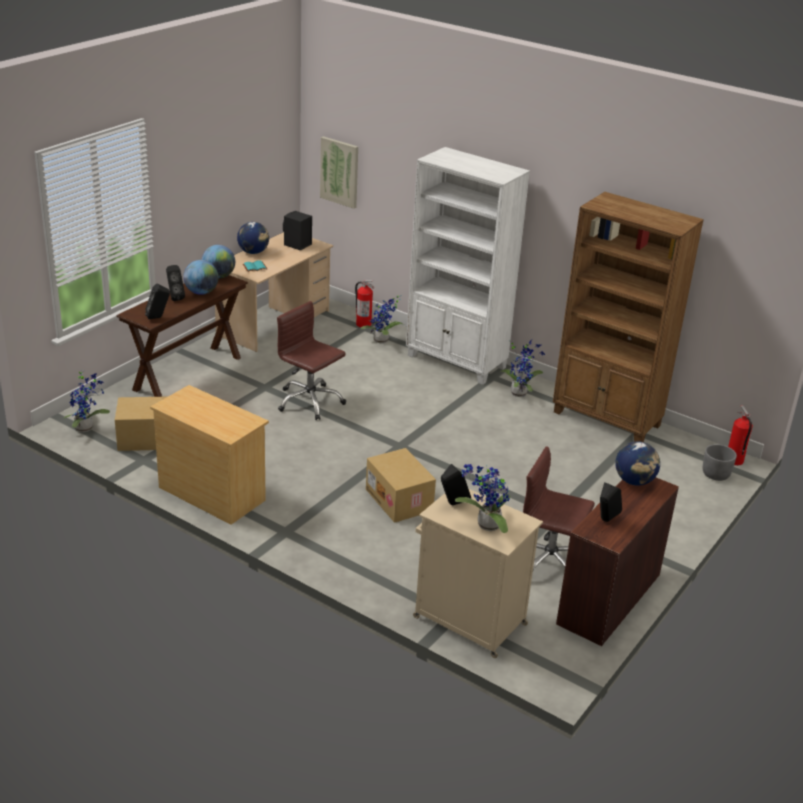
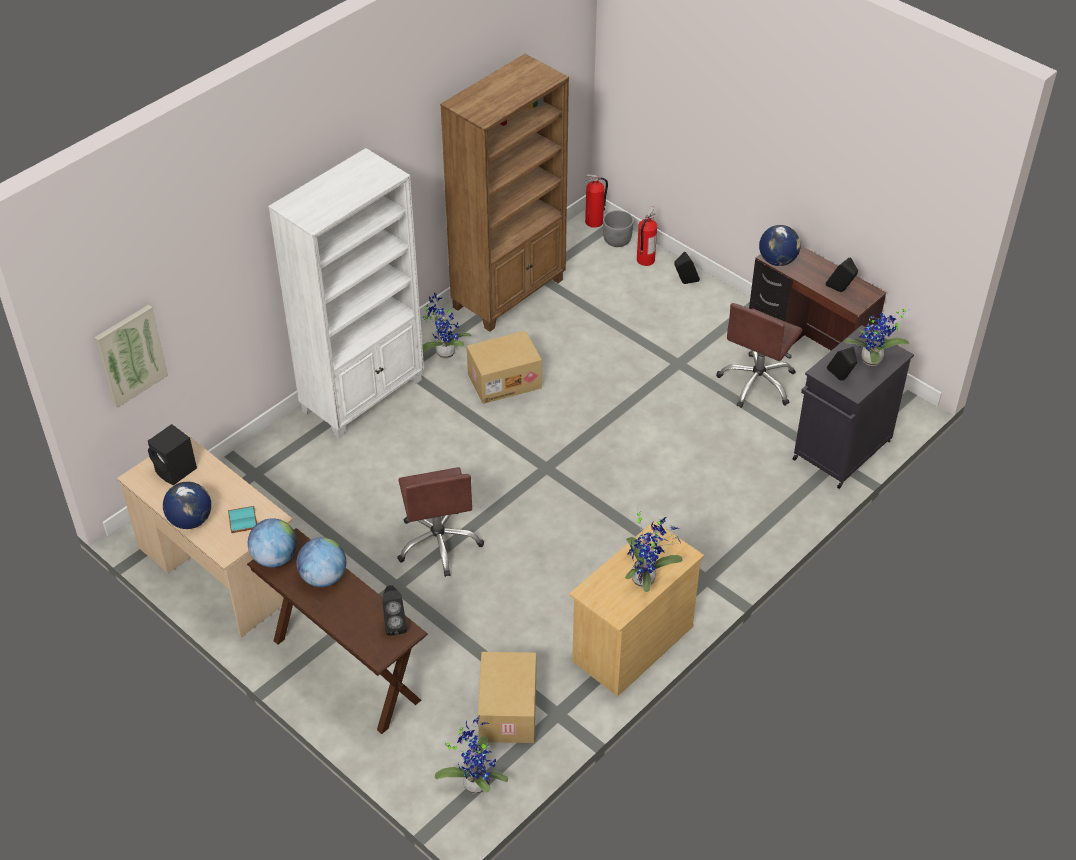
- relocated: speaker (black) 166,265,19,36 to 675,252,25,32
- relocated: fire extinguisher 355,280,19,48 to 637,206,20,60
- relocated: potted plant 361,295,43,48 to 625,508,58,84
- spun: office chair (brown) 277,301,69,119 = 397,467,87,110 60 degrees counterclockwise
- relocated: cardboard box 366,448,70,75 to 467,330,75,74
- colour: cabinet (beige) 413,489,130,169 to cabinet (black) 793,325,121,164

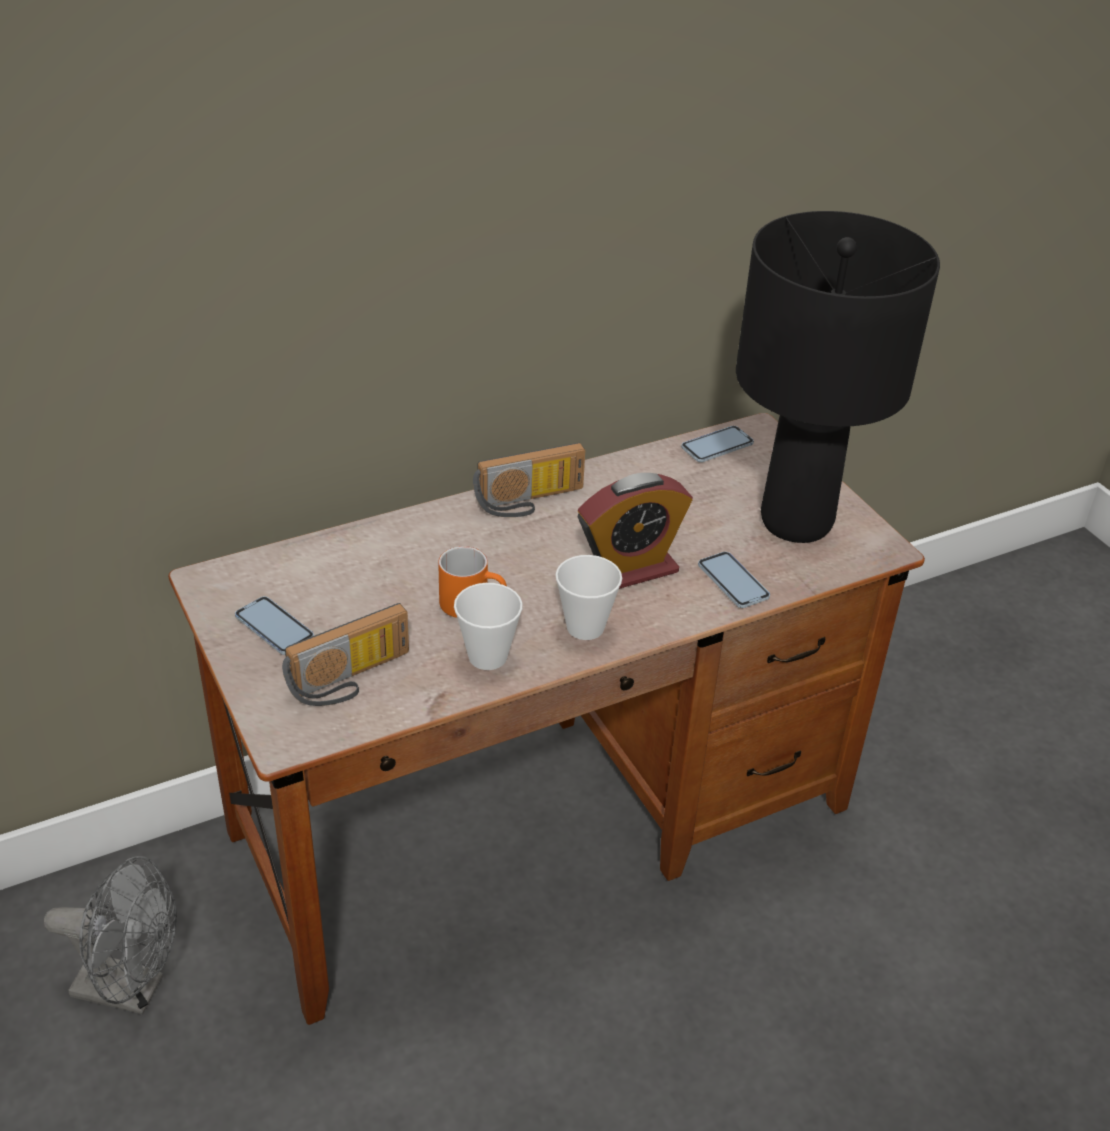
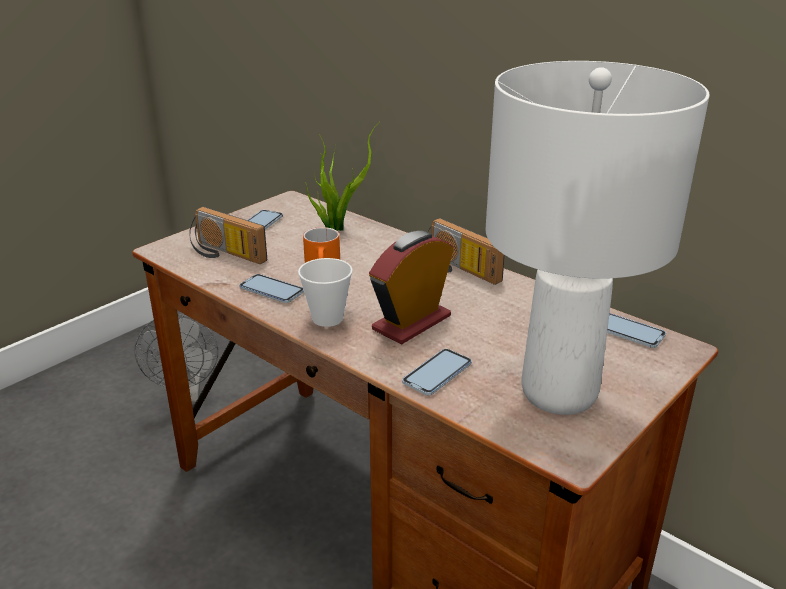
- colour: table lamp (black) 736,211,204,332 to table lamp (white) 485,61,225,354
- spun: alarm clock 578,473,115,116 = 369,231,85,114 90 degrees clockwise
- exchanged: cup 454,583,69,87 to phone 239,274,65,29
- appeared: potted plant 305,124,73,107

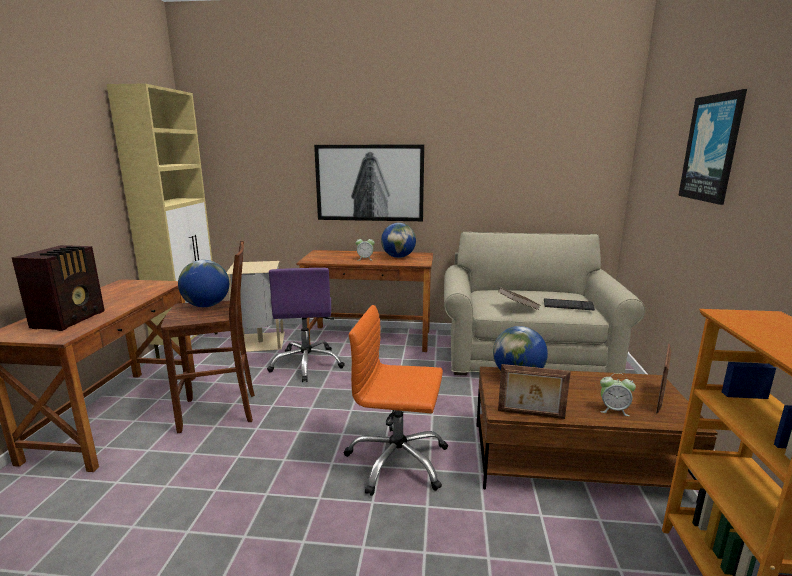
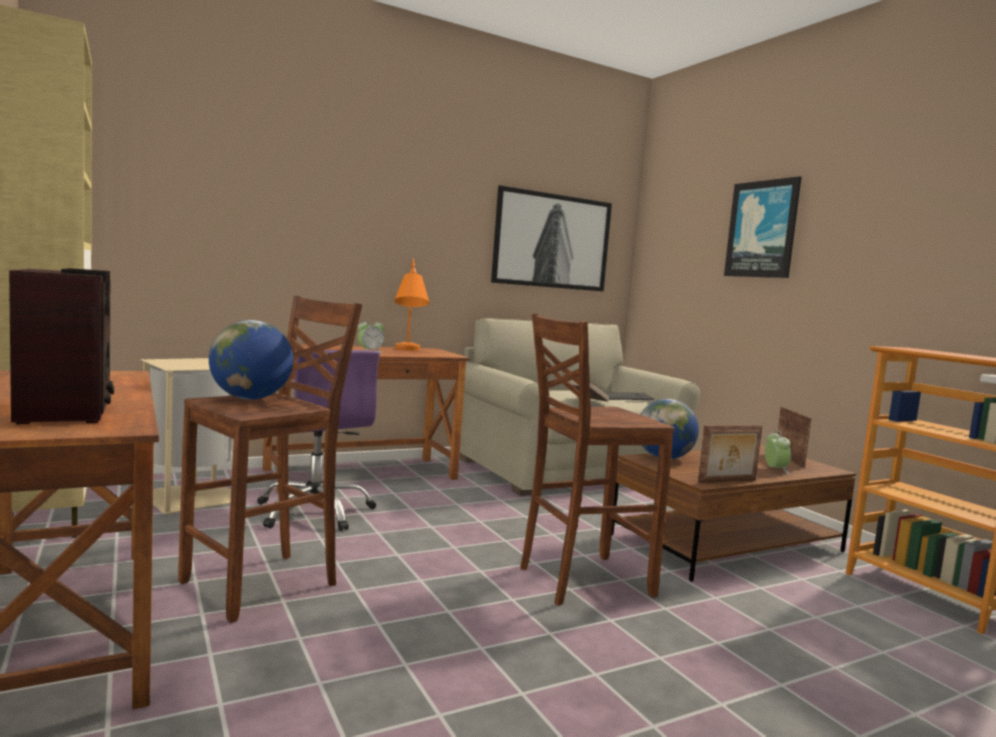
- relocated: picture 314,145,110,76 to 491,185,121,106
- exchanged: globe 381,223,35,35 to table lamp (orange) 394,259,35,92
- exchanged: office chair (orange) 344,305,104,191 to stool (brown) 520,314,154,292
- spun: alarm clock 600,373,36,43 = 765,430,26,45 75 degrees counterclockwise

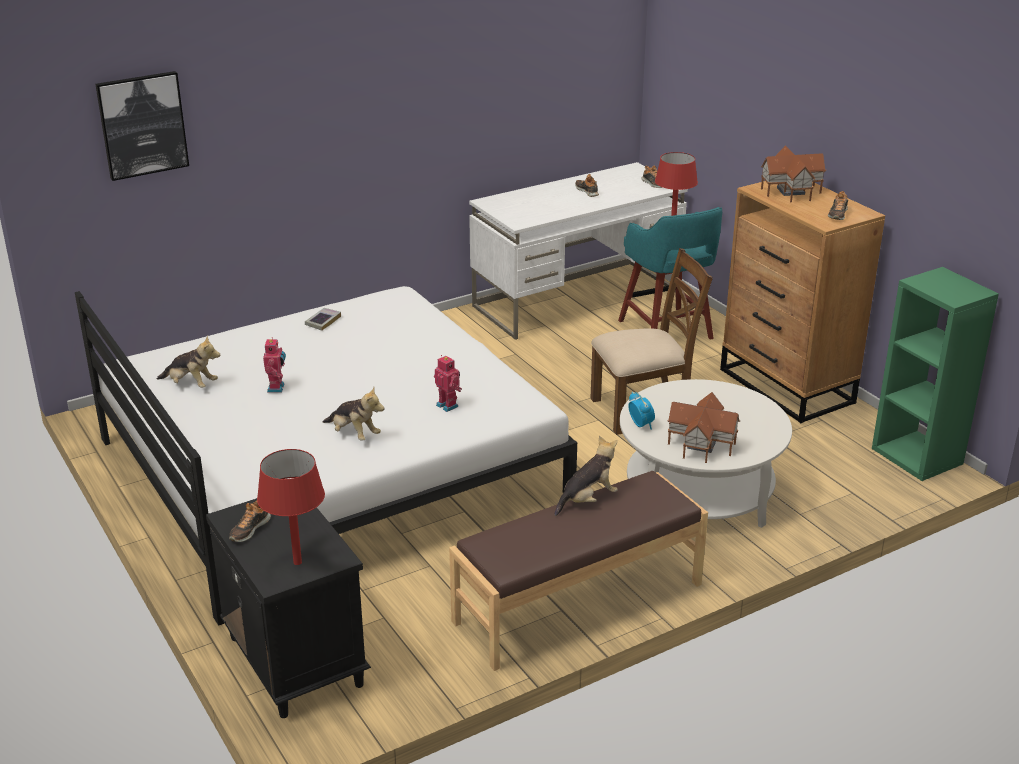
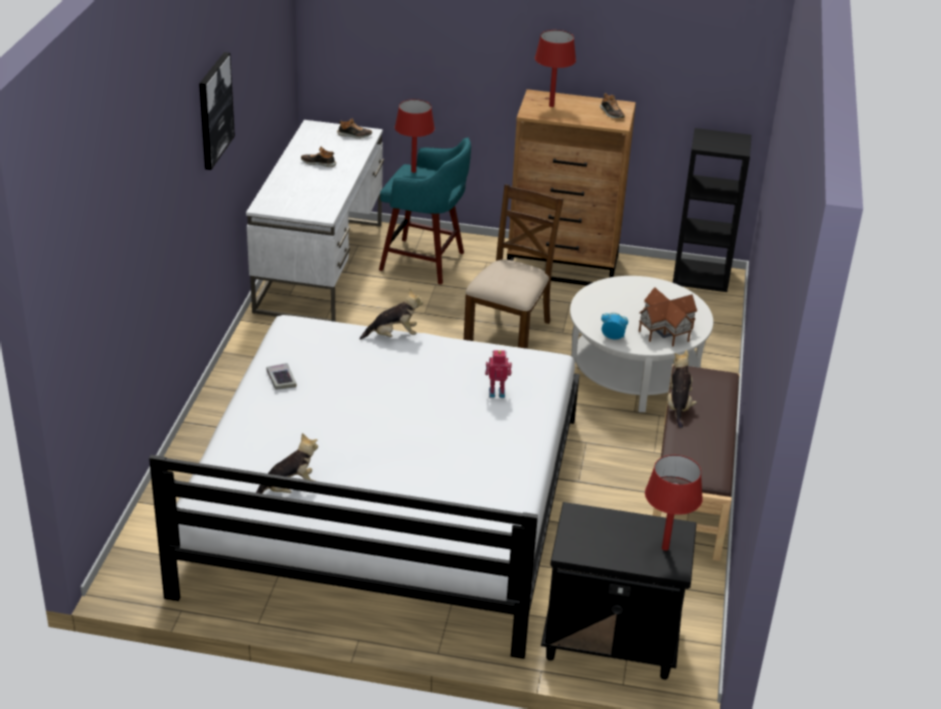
- relocated: picture 95,71,94,110 to 199,52,36,118
- exchanged: toy house 761,145,65,57 to table lamp (red) 535,30,41,77
- colour: bookcase (green) 872,267,127,214 to bookcase (black) 673,128,78,164
- missing: toy robot 263,337,23,55
- relocated: plush toy 323,387,62,54 to 360,288,63,52
- missing: shoe 229,500,42,42

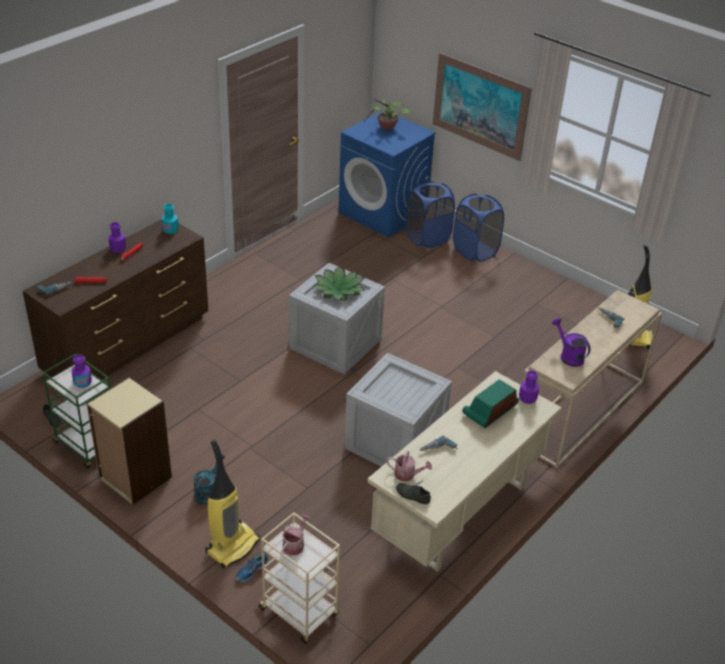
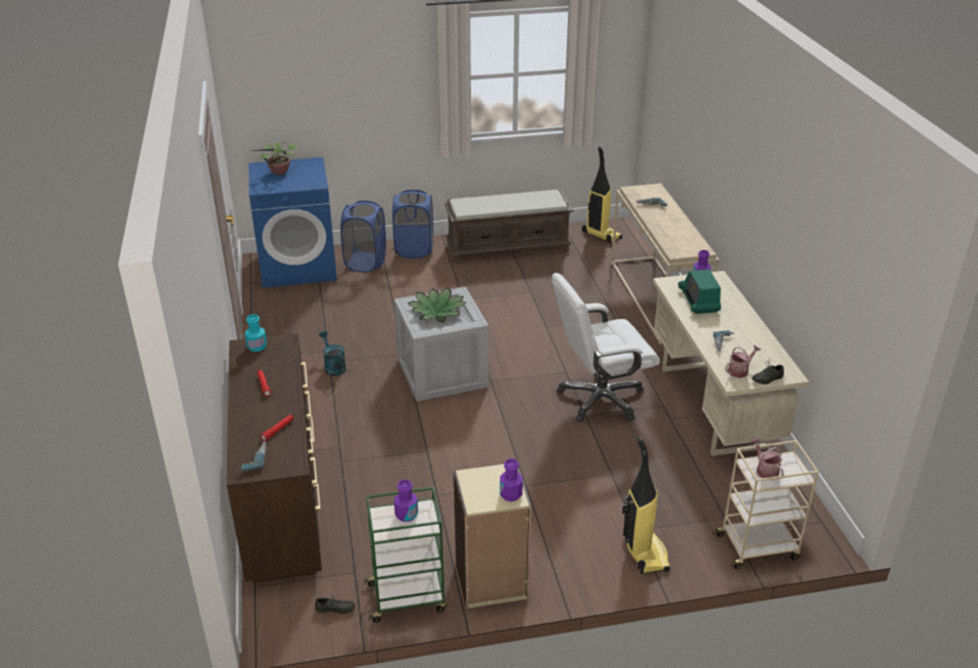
- missing: picture 433,53,99,108
- relocated: bottle (purple) 108,222,18,31 to 500,458,23,44
- missing: watering can (purple) 552,318,39,49
- exchanged: crate 344,353,108,114 to office chair (white) 552,273,108,149
- relocated: watering can (turquoise) 193,454,32,51 to 319,330,27,46
- missing: shoe 236,553,33,29
- appeared: bench (brown) 445,188,128,74

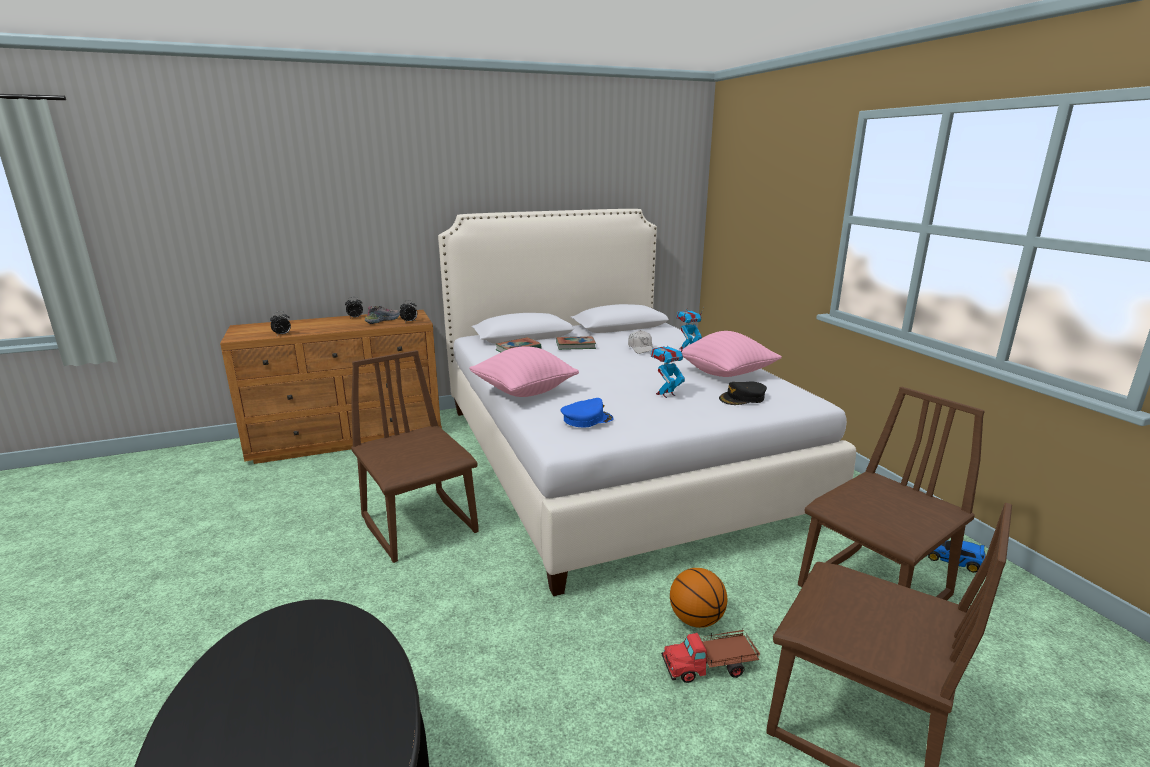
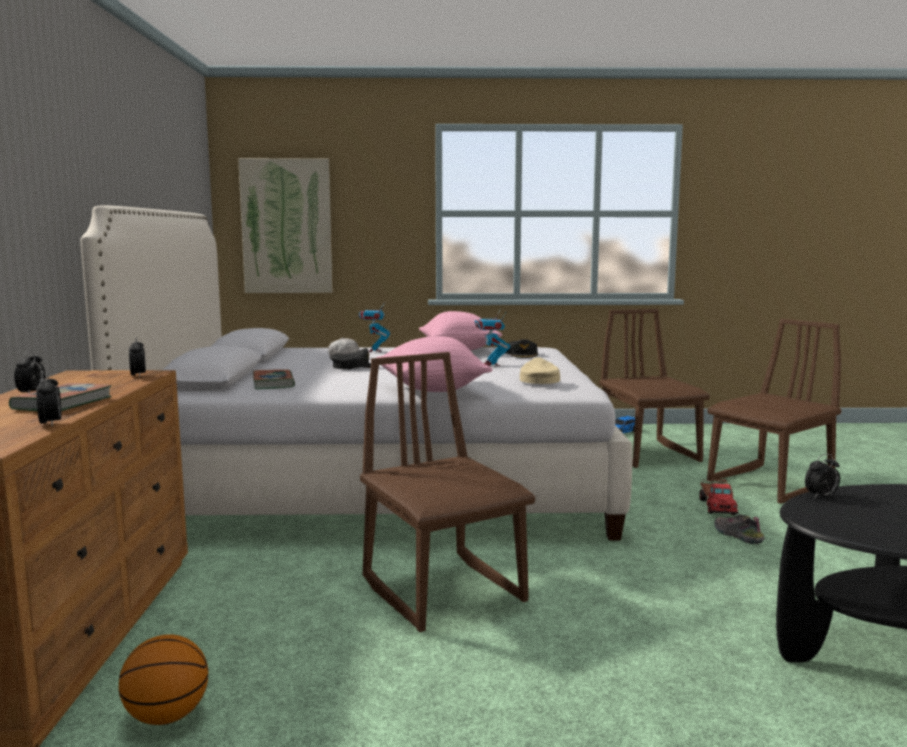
- relocated: shoe 365,306,35,18 to 714,514,51,30
- relocated: book 556,336,40,14 to 9,383,103,28
- spun: chair (brown) 351,350,128,213 = 360,352,175,280 75 degrees clockwise
- colour: cap (blue) 561,398,53,29 to cap (beige) 520,357,40,27
- relocated: basketball 670,568,58,60 to 119,634,89,91
- appeared: picture 238,158,95,135
- appeared: cap (black) 330,348,41,21
- appeared: alarm clock 805,454,35,45

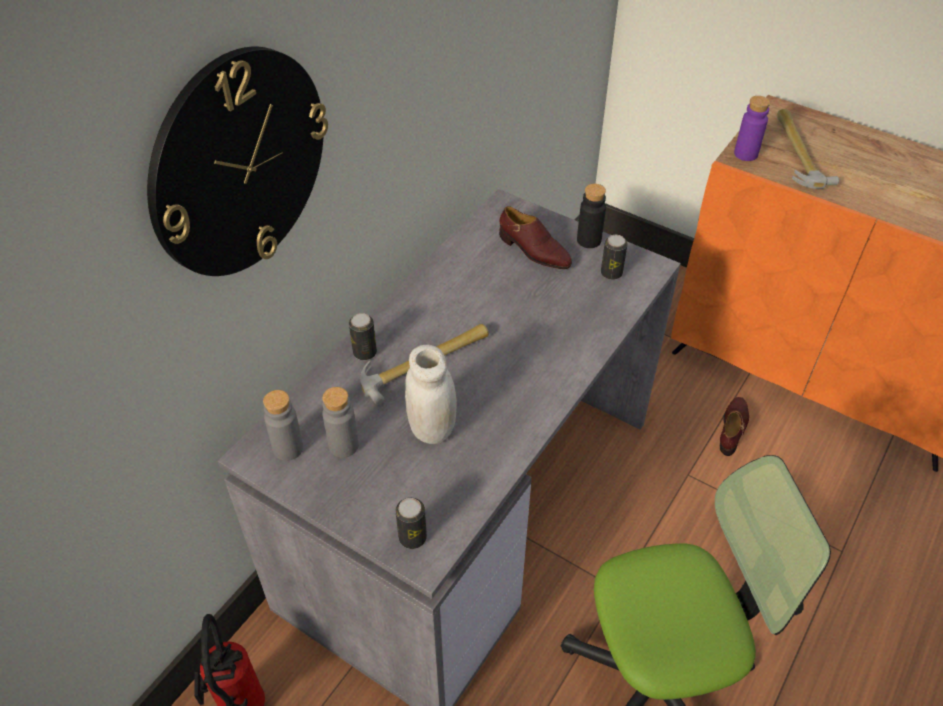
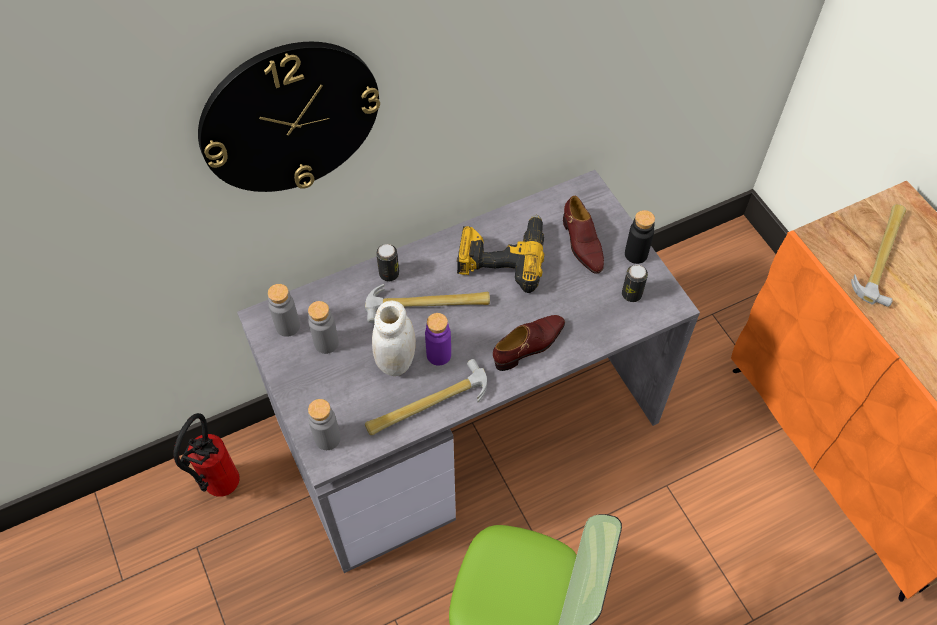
- relocated: bottle (purple) 734,96,36,65 to 425,313,26,53
- relocated: shoe (brown) 720,397,29,59 to 493,315,72,56
- exchanged: can 396,498,31,51 to bottle (grey) 308,399,33,51
- appeared: power drill 457,215,87,78
- appeared: hammer 365,359,122,77

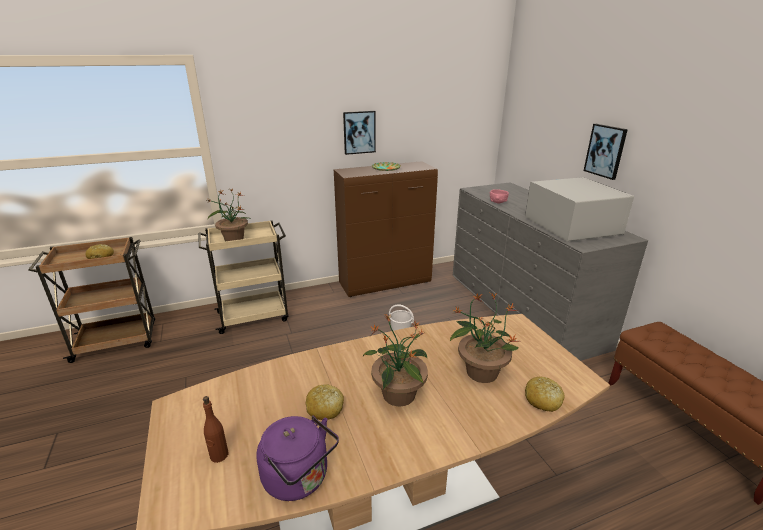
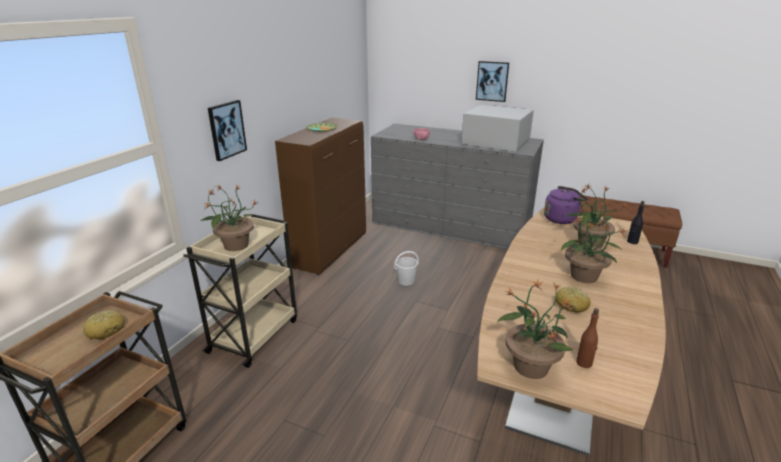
- relocated: picture 343,111,33,44 to 208,100,39,61
- exchanged: bread 525,377,40,35 to bottle (black) 627,201,17,43
- relocated: kettle (purple) 256,415,83,86 to 544,186,45,38
- appeared: potted plant 498,280,77,99

